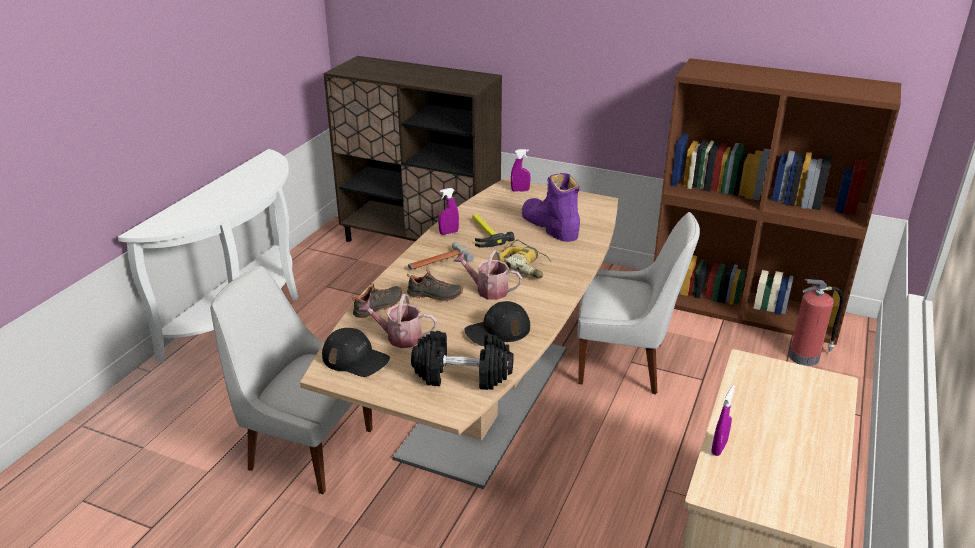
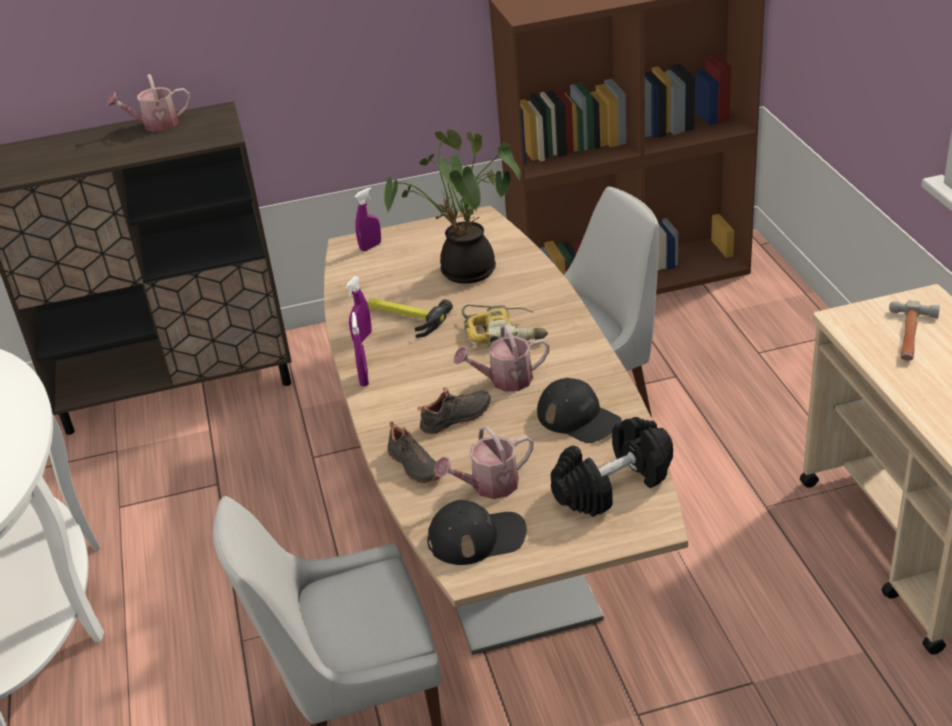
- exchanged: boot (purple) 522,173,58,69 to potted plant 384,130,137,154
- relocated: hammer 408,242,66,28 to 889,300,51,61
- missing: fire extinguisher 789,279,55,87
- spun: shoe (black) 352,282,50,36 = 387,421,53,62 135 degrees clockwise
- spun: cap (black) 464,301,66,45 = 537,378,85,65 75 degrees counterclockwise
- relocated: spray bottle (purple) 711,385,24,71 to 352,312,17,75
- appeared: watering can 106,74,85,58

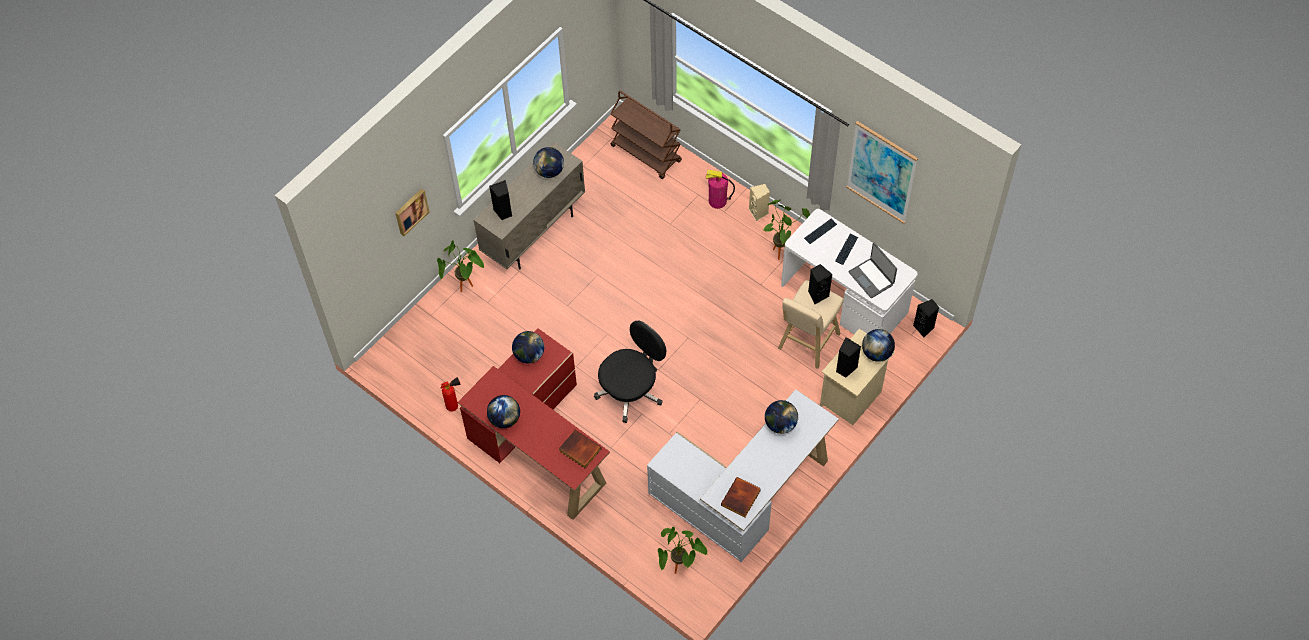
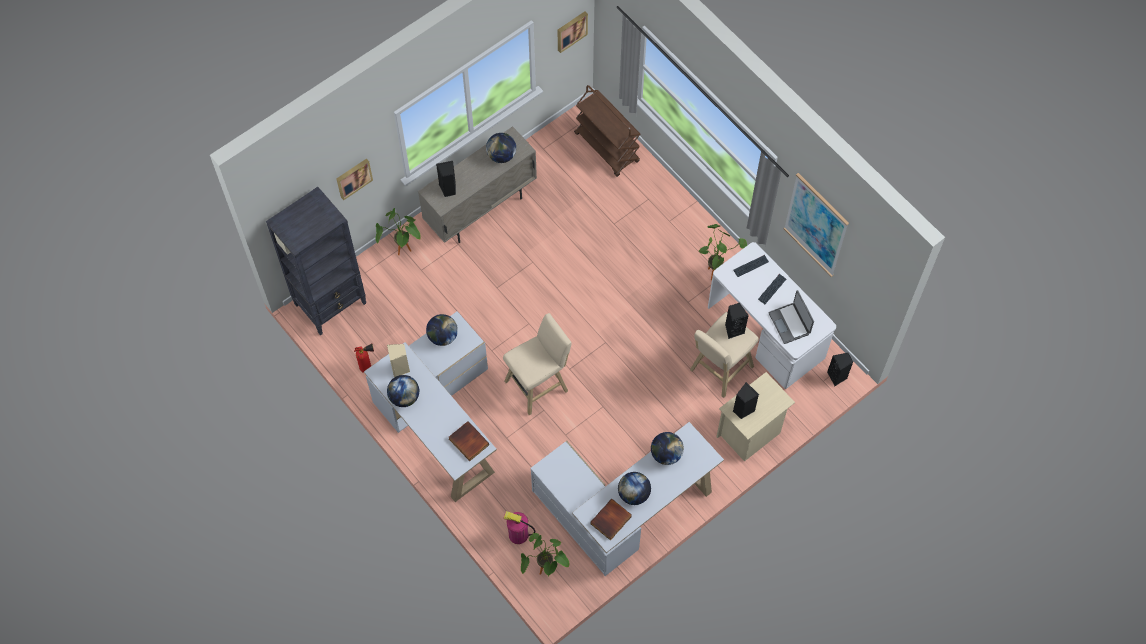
- relocated: fire extinguisher 705,170,30,39 to 503,511,32,33
- relocated: speaker (beige) 749,184,21,37 to 387,344,23,33
- exchanged: office chair (black) 594,321,72,102 to stool (beige) 503,313,69,103
- colour: desk (red) 458,328,152,192 to desk (white) 364,311,133,191
- relocated: globe 862,329,33,33 to 618,472,33,33
- appeared: picture 558,12,30,41
- appeared: bookcase (black) 266,187,100,148

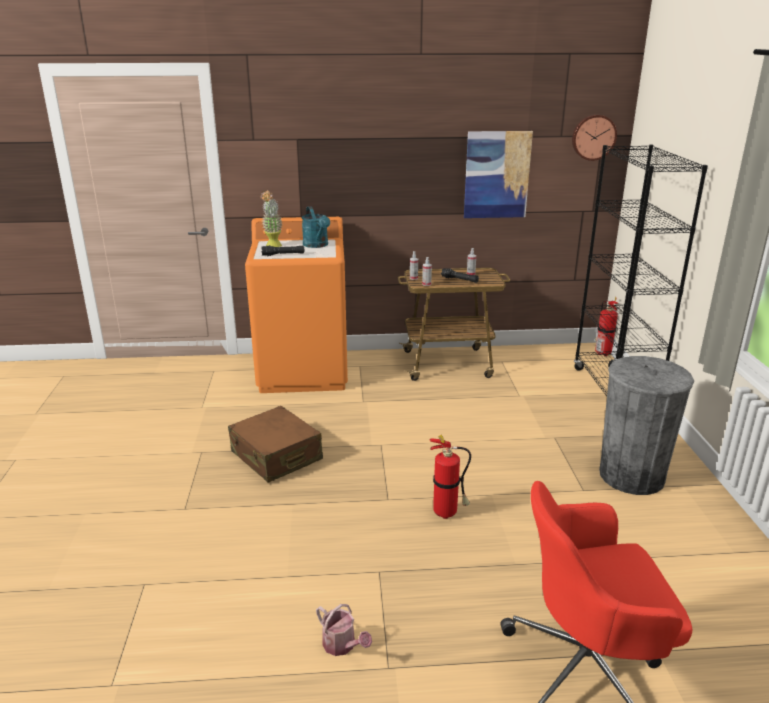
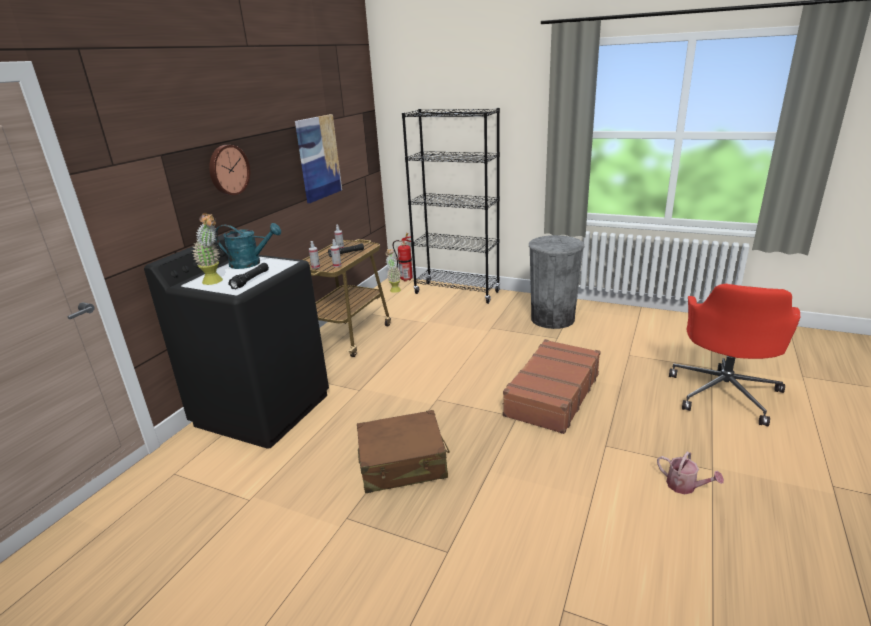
- relocated: wall clock 572,114,45,47 to 209,145,41,50
- colour: washing machine (orange) 245,217,103,176 to washing machine (black) 144,234,185,215
- exchanged: fire extinguisher 430,435,41,84 to suitcase (brown) 503,339,98,95
- spun: watering can 316,604,56,52 = 657,451,67,43 60 degrees clockwise
- appeared: potted plant 385,249,16,44

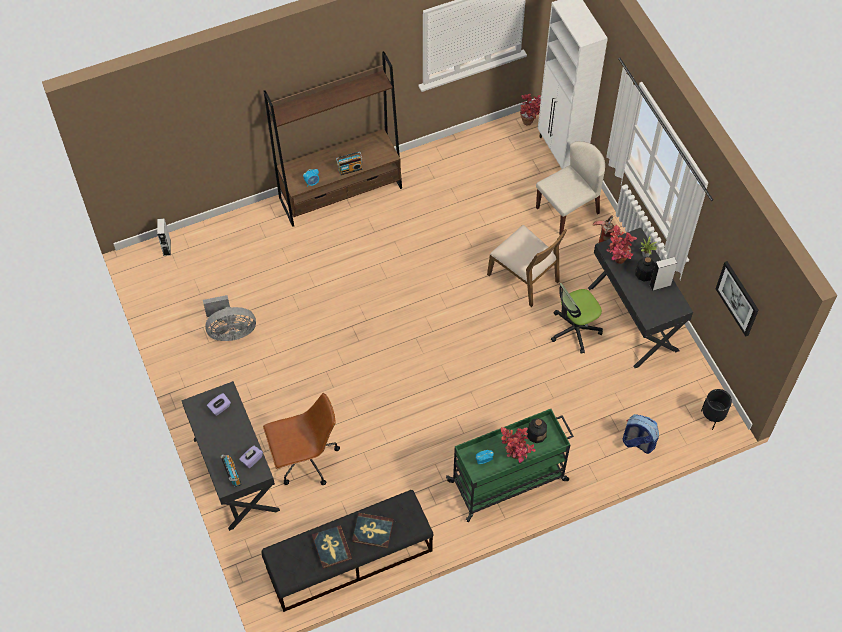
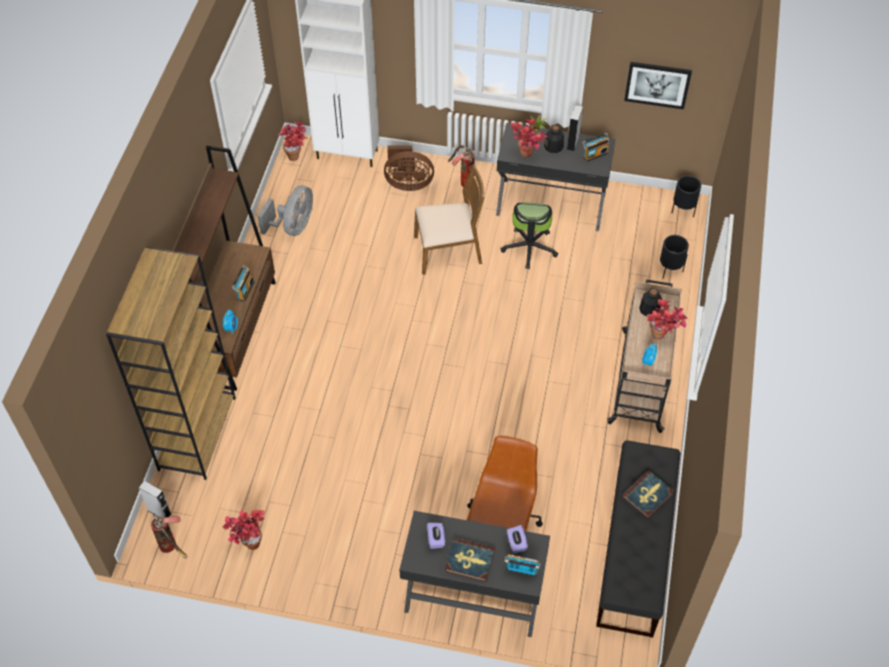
- exchanged: chair (beige) 536,141,69,94 to fan (brown) 384,145,50,46
- relocated: fan (grey) 203,295,53,46 to 257,185,56,51
- colour: cart (green) 446,409,128,113 to cart (beige) 607,279,75,154
- exchanged: backpack 622,414,37,40 to planter (black) 660,235,29,43
- relocated: book 312,525,40,44 to 445,537,51,45
- appeared: radio 582,133,28,29
- appeared: bookcase (brown) 106,247,129,233
- appeared: potted plant 223,510,42,40
- appeared: fire extinguisher 151,513,36,46

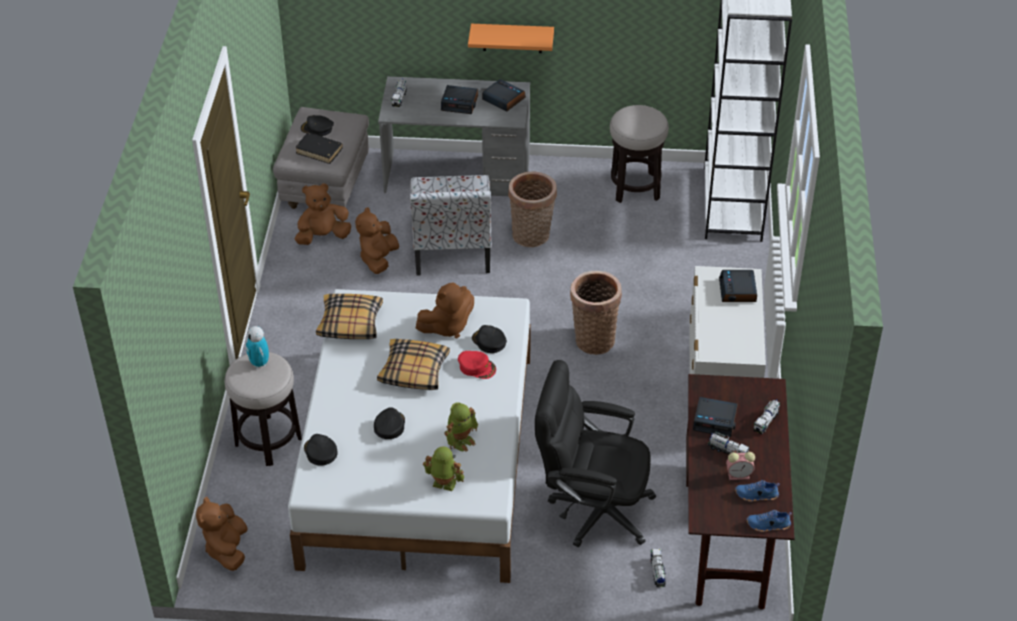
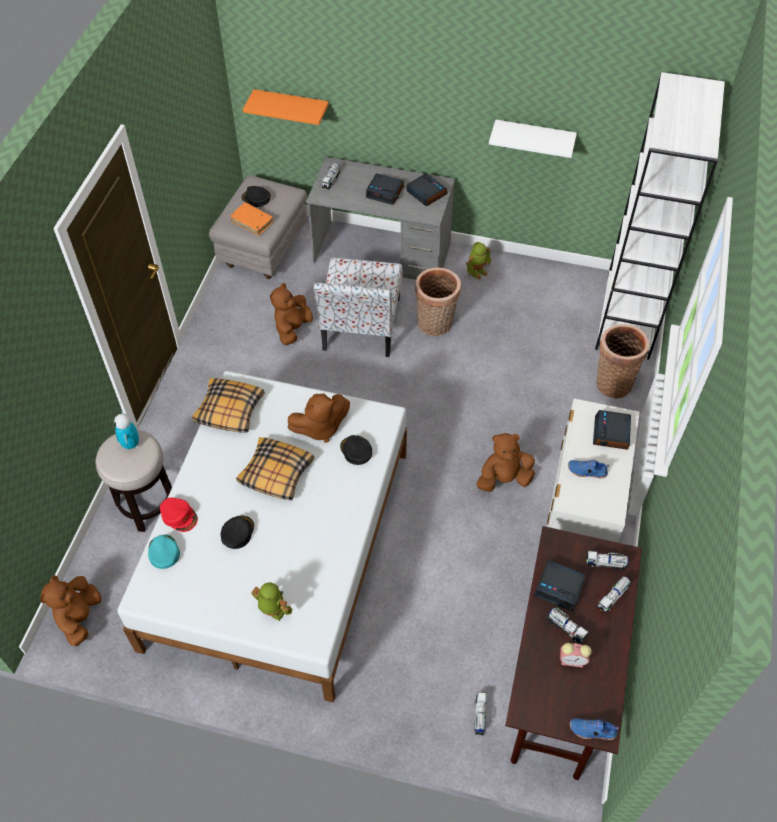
- relocated: shelf (orange) 468,24,86,29 to 243,89,86,36
- missing: stool 610,105,59,98
- colour: book (black) 296,133,47,31 to book (orange) 230,202,44,34
- relocated: plush toy (brown) 295,183,57,62 to 476,433,59,59
- relocated: basket 570,271,52,84 to 596,324,53,74
- relocated: cap (red) 458,351,38,28 to 160,497,38,35
- missing: office chair (black) 535,360,121,187
- relocated: toy robot 444,403,34,49 to 466,242,25,37
- colour: cap (black) 304,434,34,32 to cap (turquoise) 148,535,32,34
- relocated: shoe (blue) 735,480,44,22 to 568,460,41,18
- appeared: shelf (white) 489,120,88,38
- appeared: toy truck 586,551,43,19

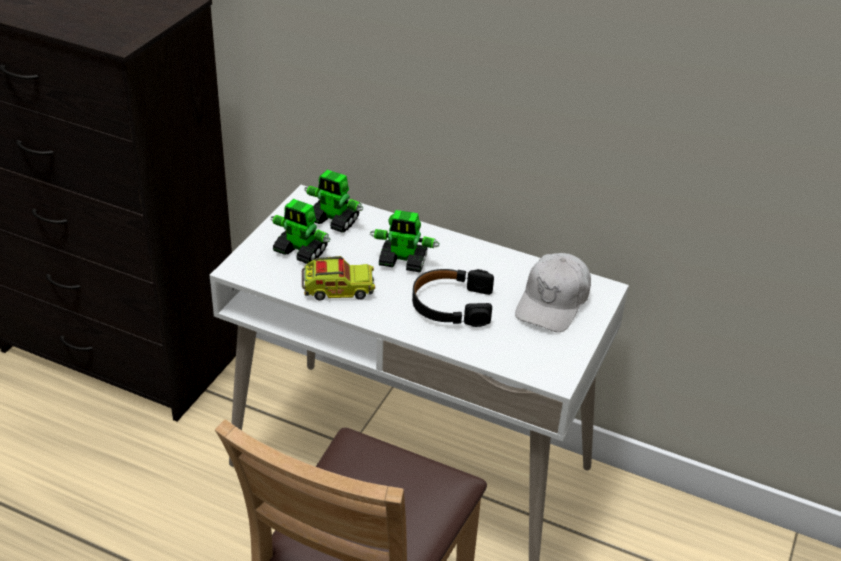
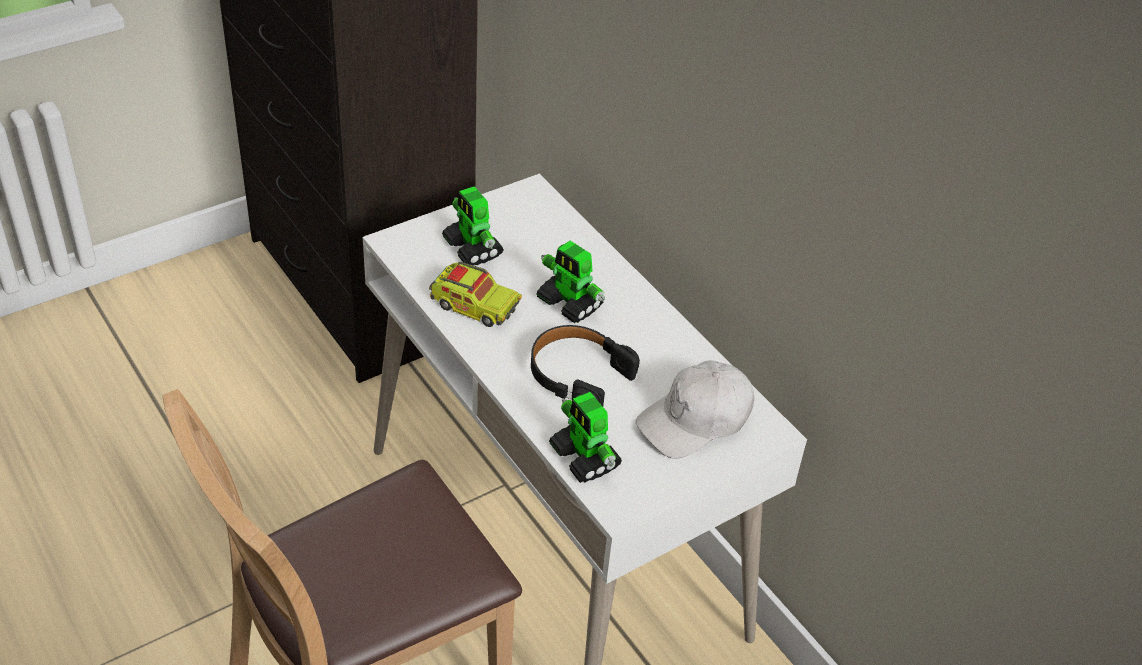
- relocated: toy robot 304,170,59,63 to 549,392,73,91

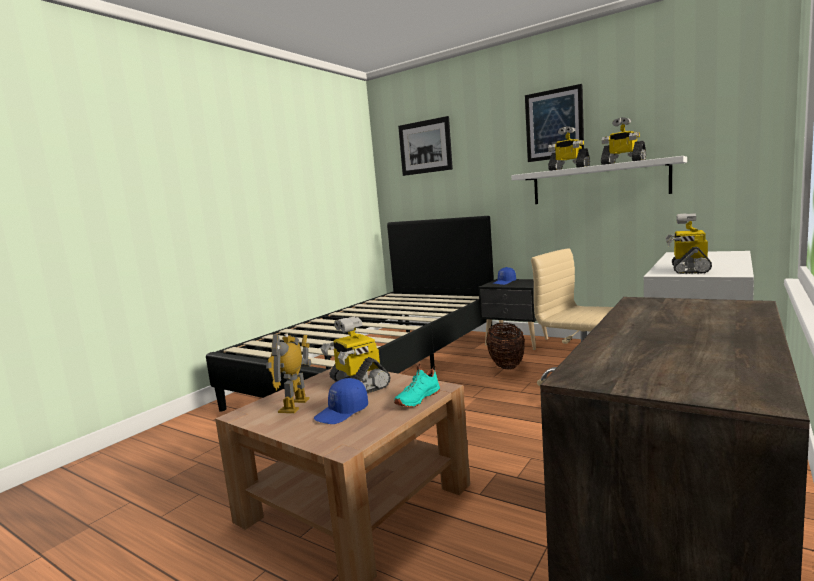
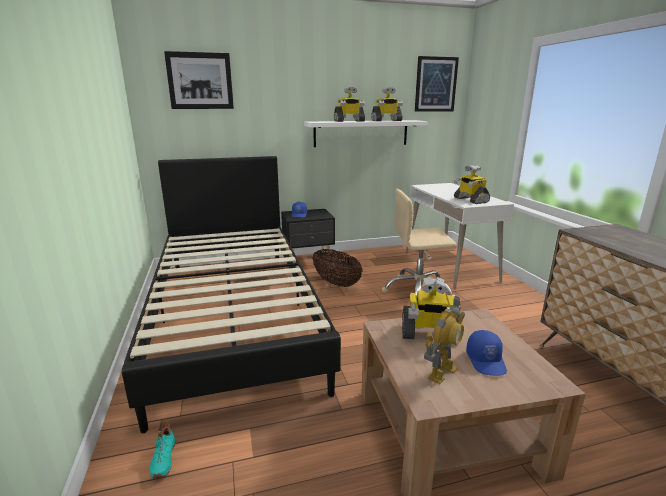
- relocated: picture 525,84,59,78 to 415,56,44,56
- spun: toy robot 266,334,45,79 = 424,296,41,88 105 degrees counterclockwise
- relocated: shoe (turquoise) 394,364,46,43 to 150,423,26,56

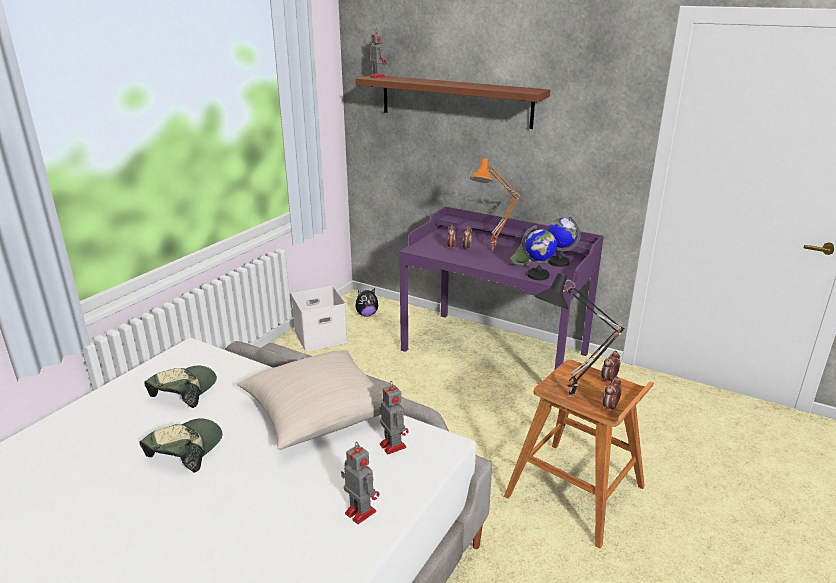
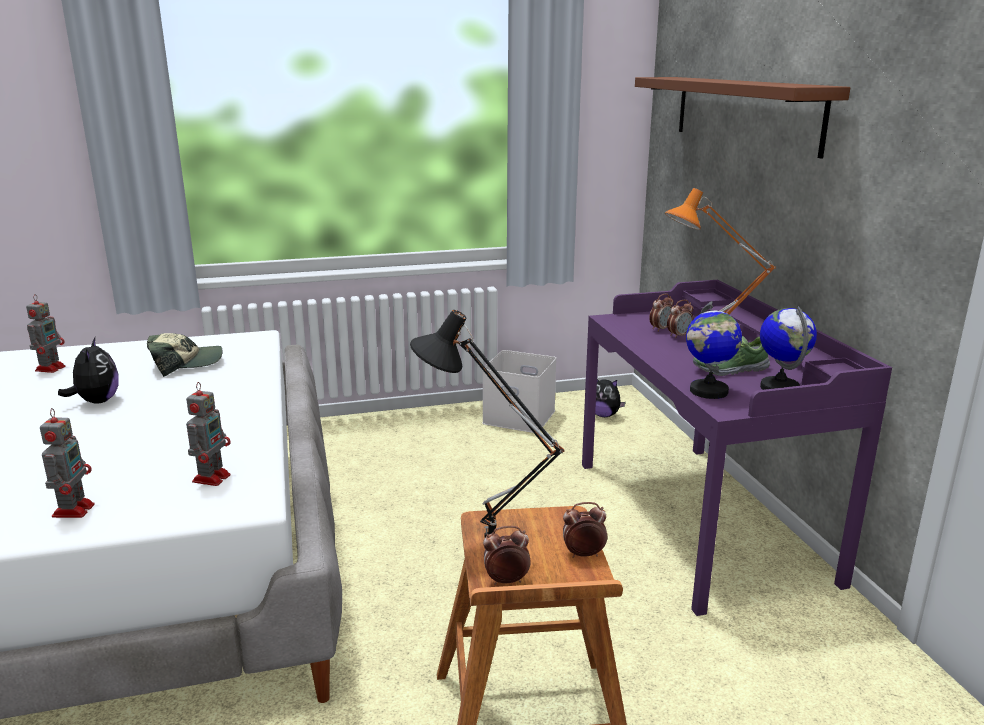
- relocated: toy robot 369,32,18,46 to 26,294,40,79
- missing: pillow (beige) 237,350,146,100
- exchanged: cap 140,418,82,55 to plush toy 58,338,61,66

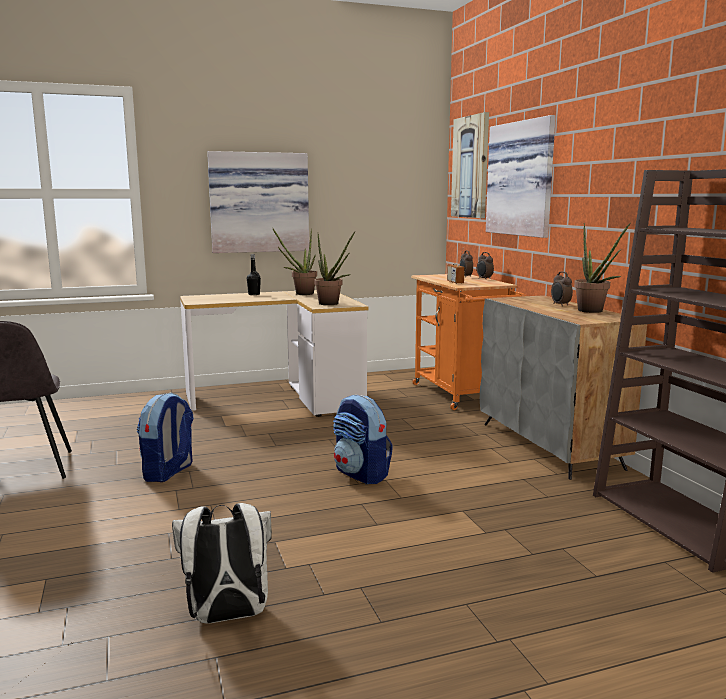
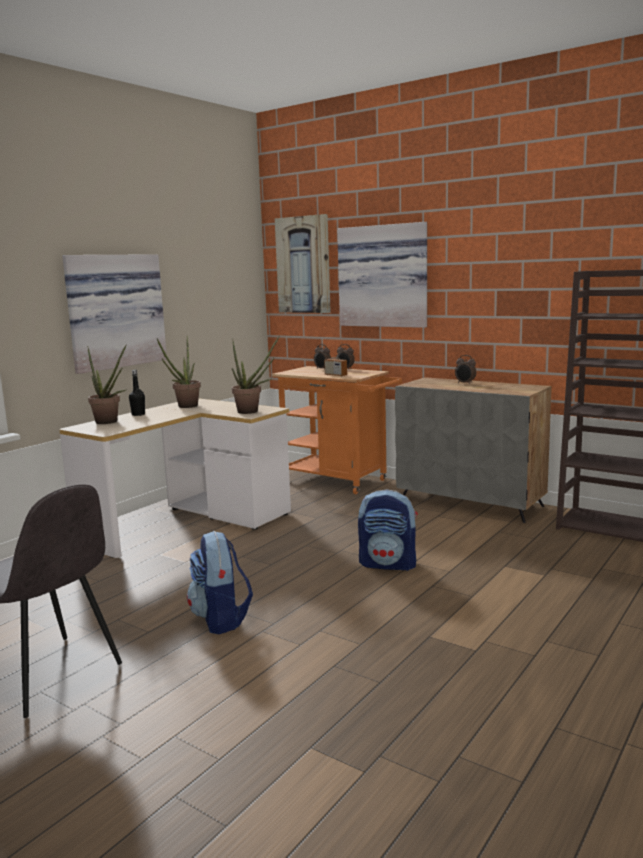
- relocated: potted plant 574,223,56,90 to 87,346,39,78
- missing: backpack (white) 172,503,100,121

